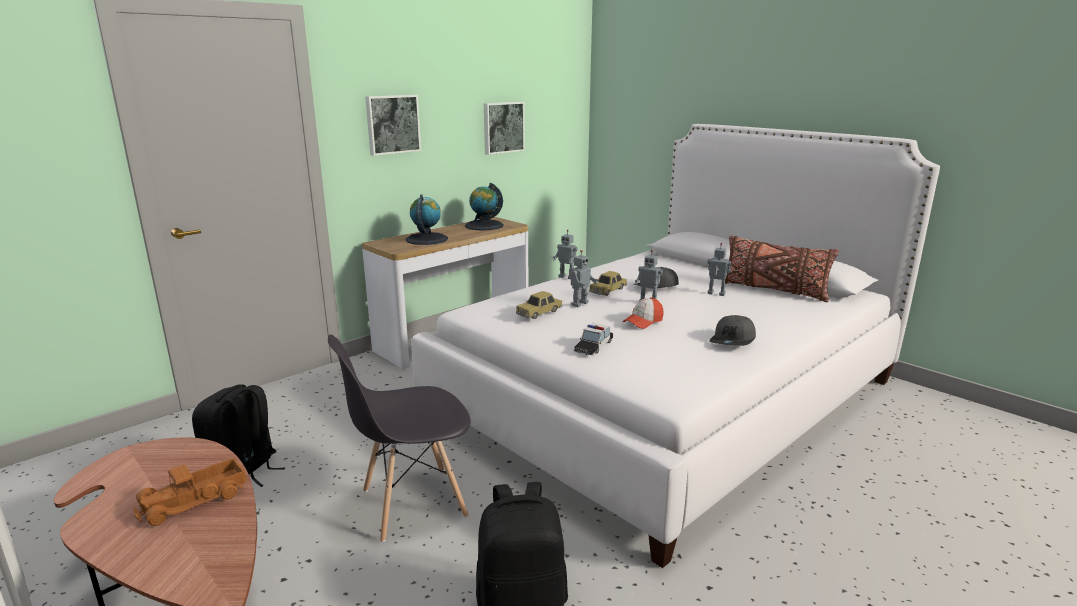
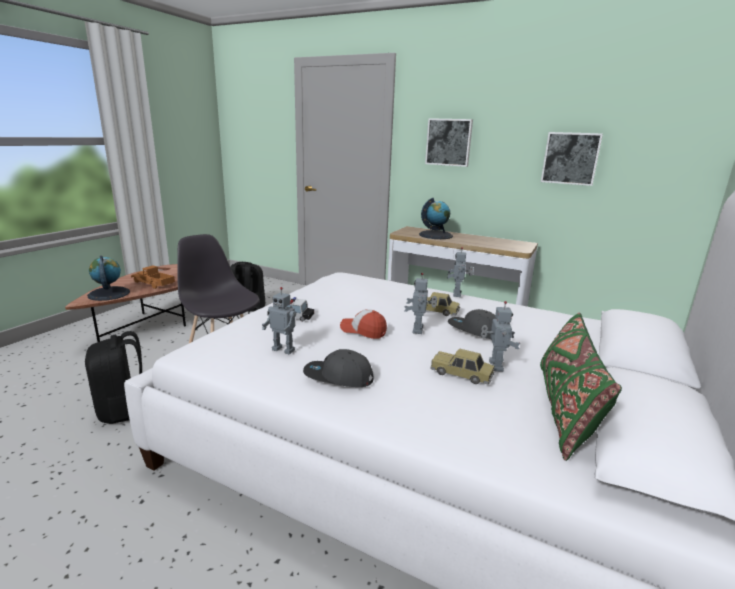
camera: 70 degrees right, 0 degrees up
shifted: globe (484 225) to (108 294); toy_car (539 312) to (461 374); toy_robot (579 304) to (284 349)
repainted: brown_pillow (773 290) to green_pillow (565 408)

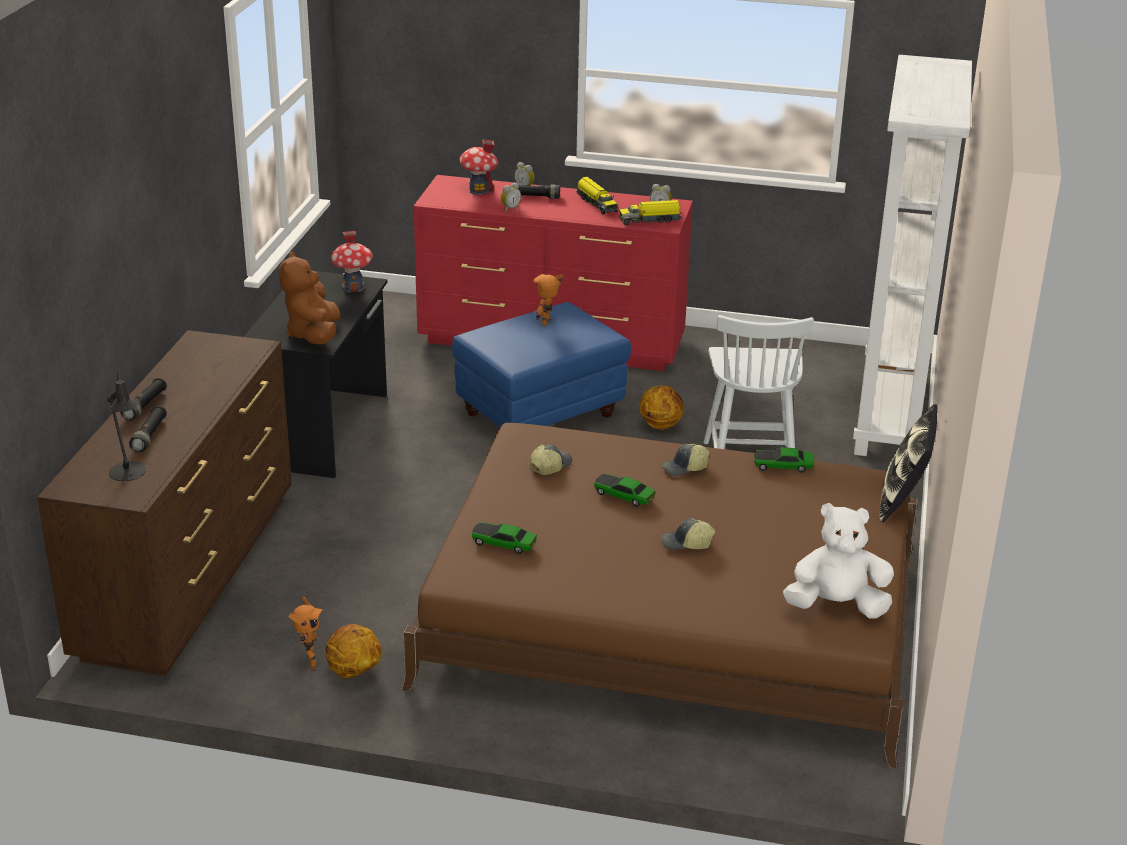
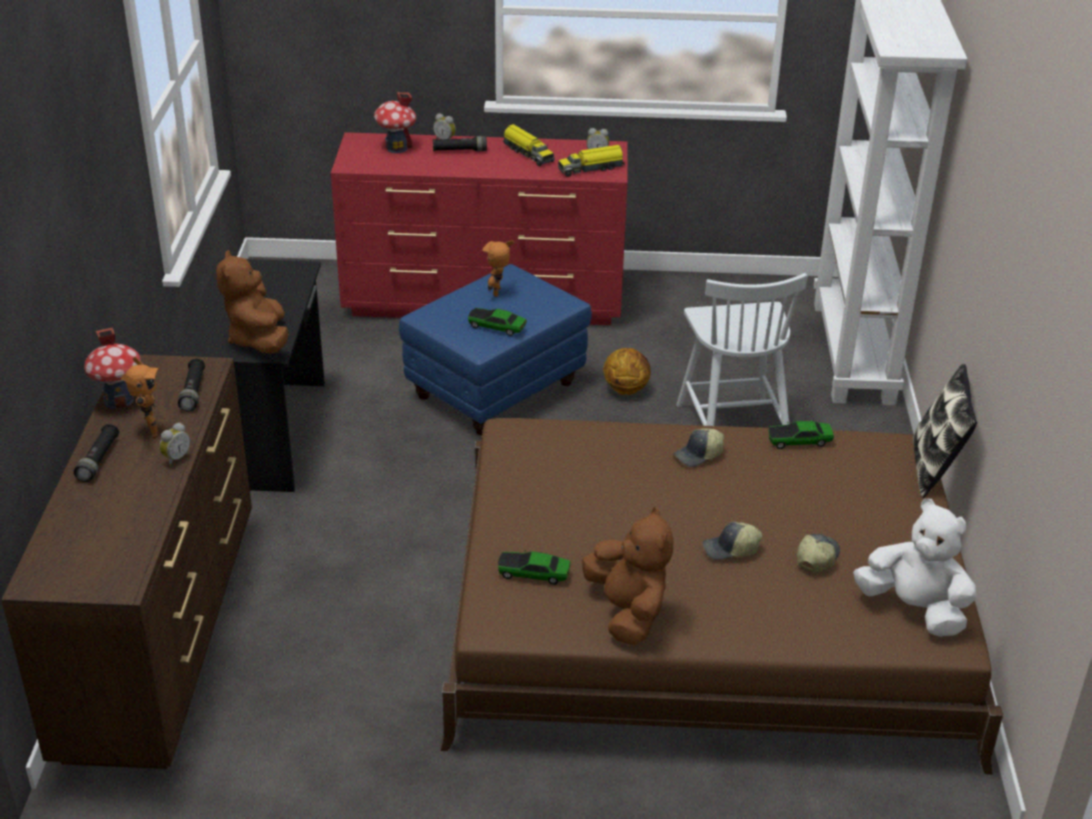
camera: 10 degrees left, 5 degrees up
gone: black_table_lamp (129 474); basketball (353 672)
new: brown_plush_toy (628 612)
shifted: black_flashlight (149 436) to (193 392); toy_robot (308 664) to (149 432); toy_house (353 288) to (119 400); alarm_clock (509 208) to (175 458); cap (549 465) to (816 557); toy_car (624 496) to (496 327)
rotated: white_plush_toy (836 606) = (914 609) 45 degrees clockwise

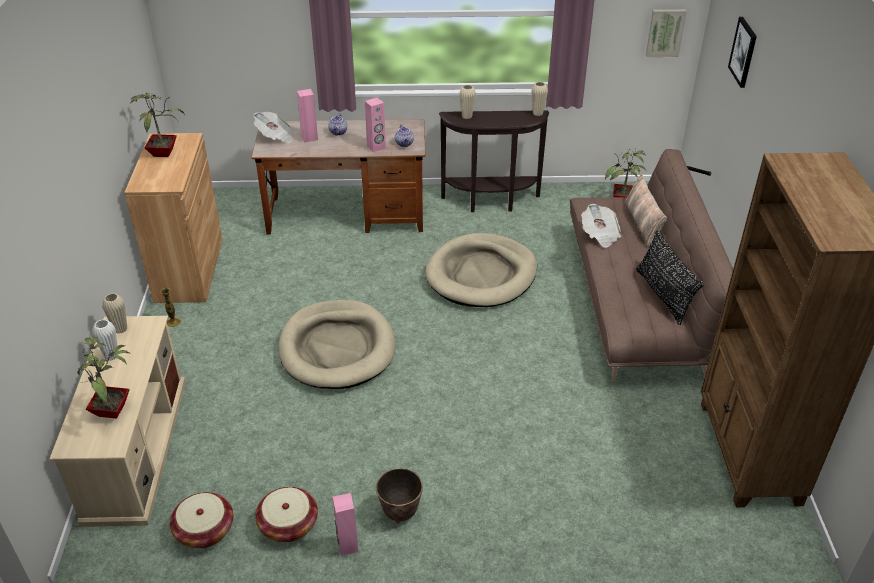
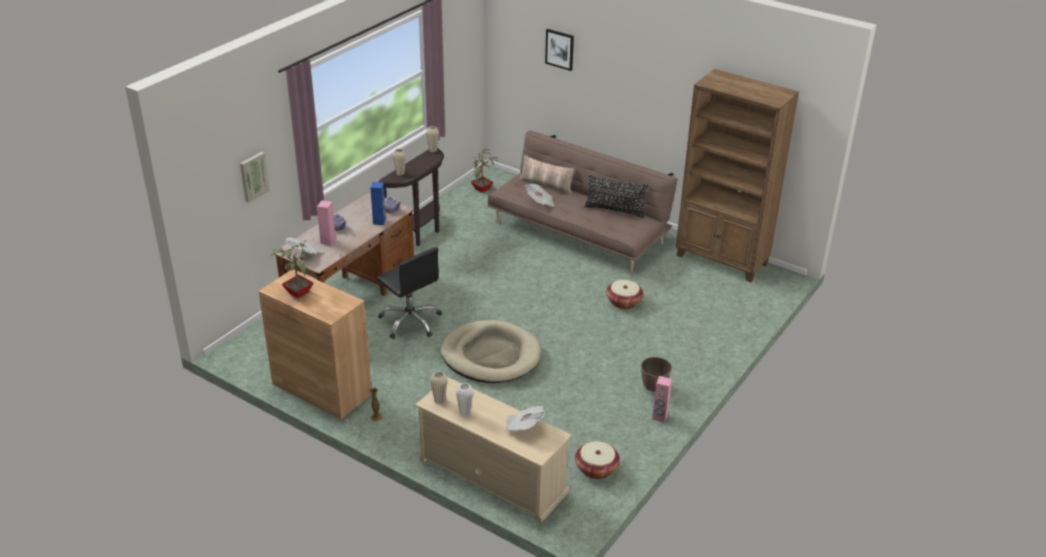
camera: 55 degrees left, 5 degrees down
gone: beige_dog_bed (481 274)
new: black_office_chair (410 321)
shifted: basket (288 525) to (623 302); picture (665 32) to (253 176)
swapped: potted_plant (113 411) to newspaper (523 427)
repainted: pink_speaker (376 147) to blue_speaker (379 221)

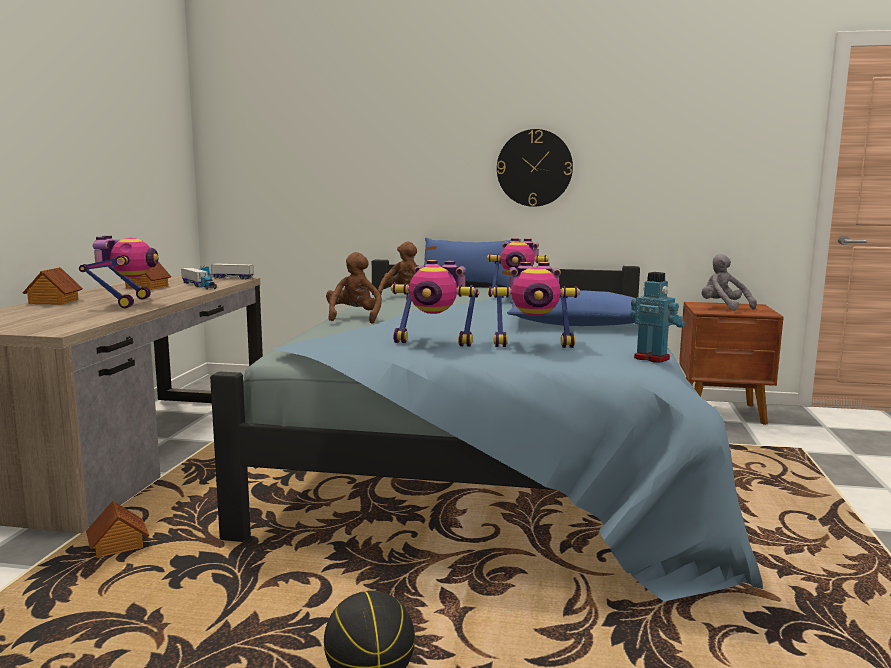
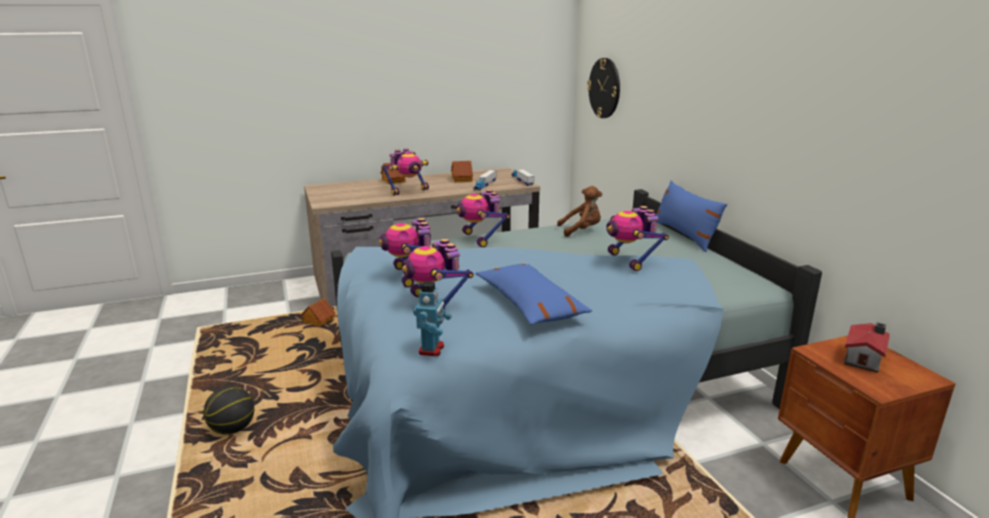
camera: 60 degrees right, 10 degrees up
shifted: wall_clock (534 168) to (604 88)
swapped: brown_plush_toy (354 318) to toy_robot (480 239); grey_plush_toy (723 307) to toy_house (864 359)

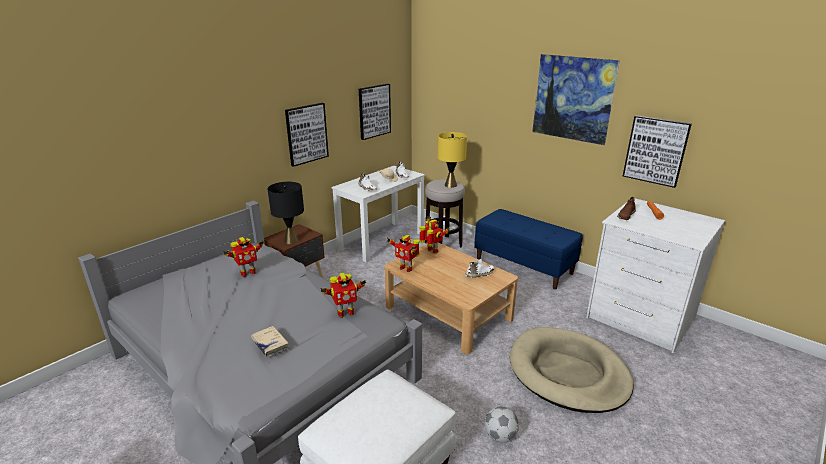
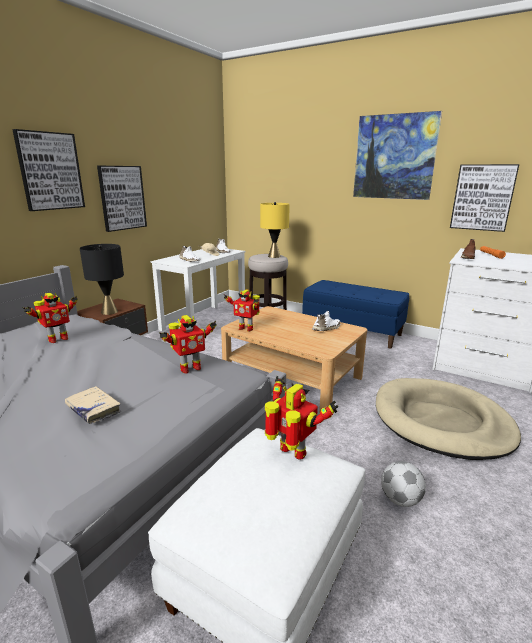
camera: 10 degrees left, 5 degrees down
shifted: picture (374 111) to (50 171); toy_robot (432 251) to (292 453)

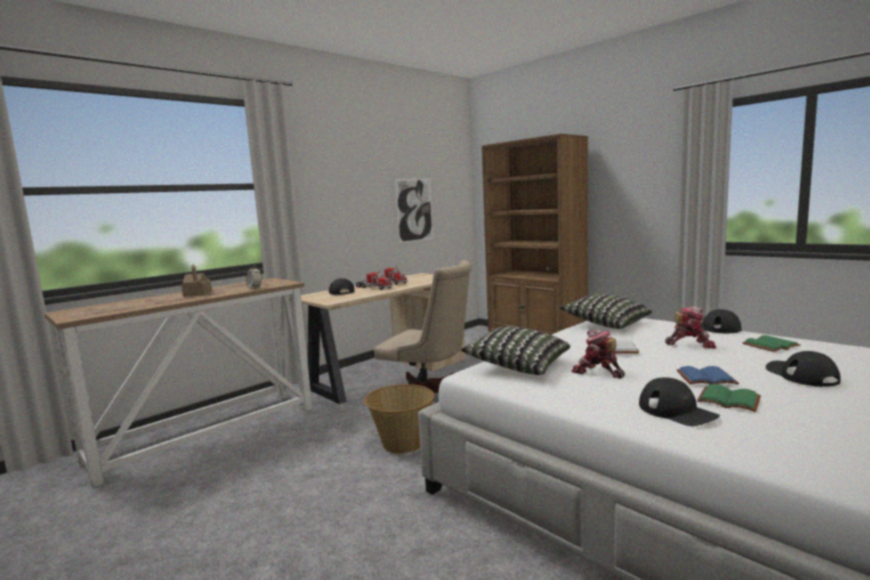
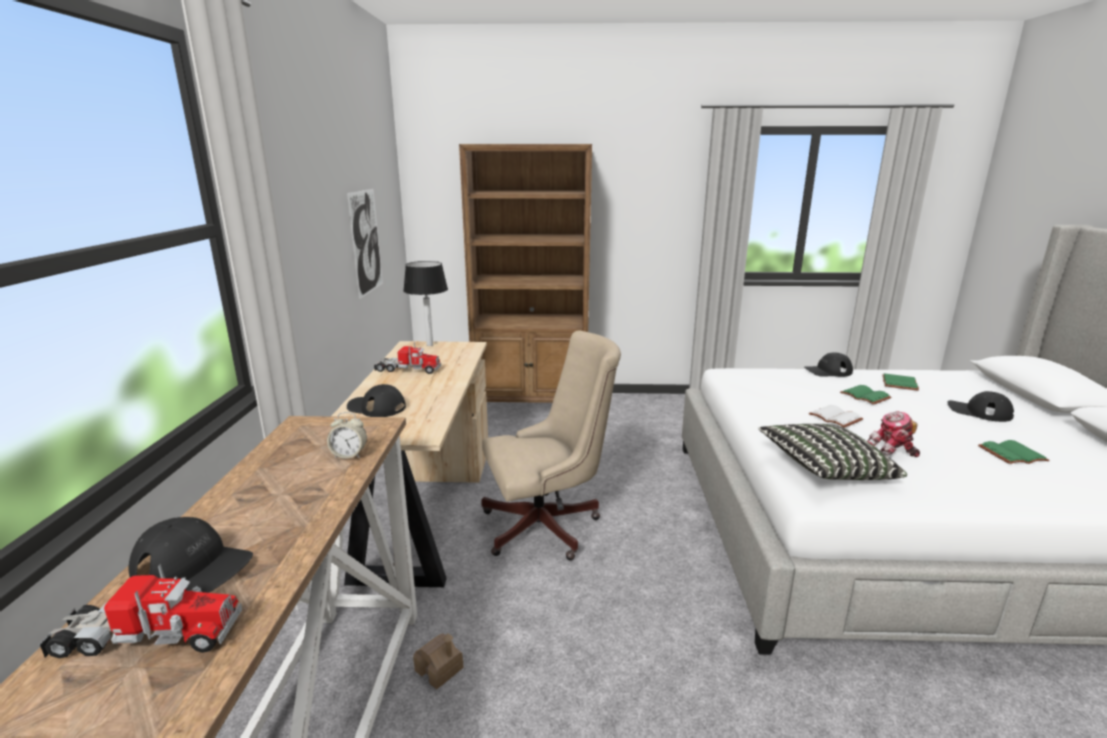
camera: 45 degrees left, 10 degrees up
gone: basket (402 443); pillow (606 324); blue_book (706 379)
new: table_lamp (429 345)
shifted: toy_house (197 294) to (439 669); toy_truck (373 288) to (147 637); black_cap (677 411) to (193 567)
swapped: toy_robot (690 344) to green_book (863 396)

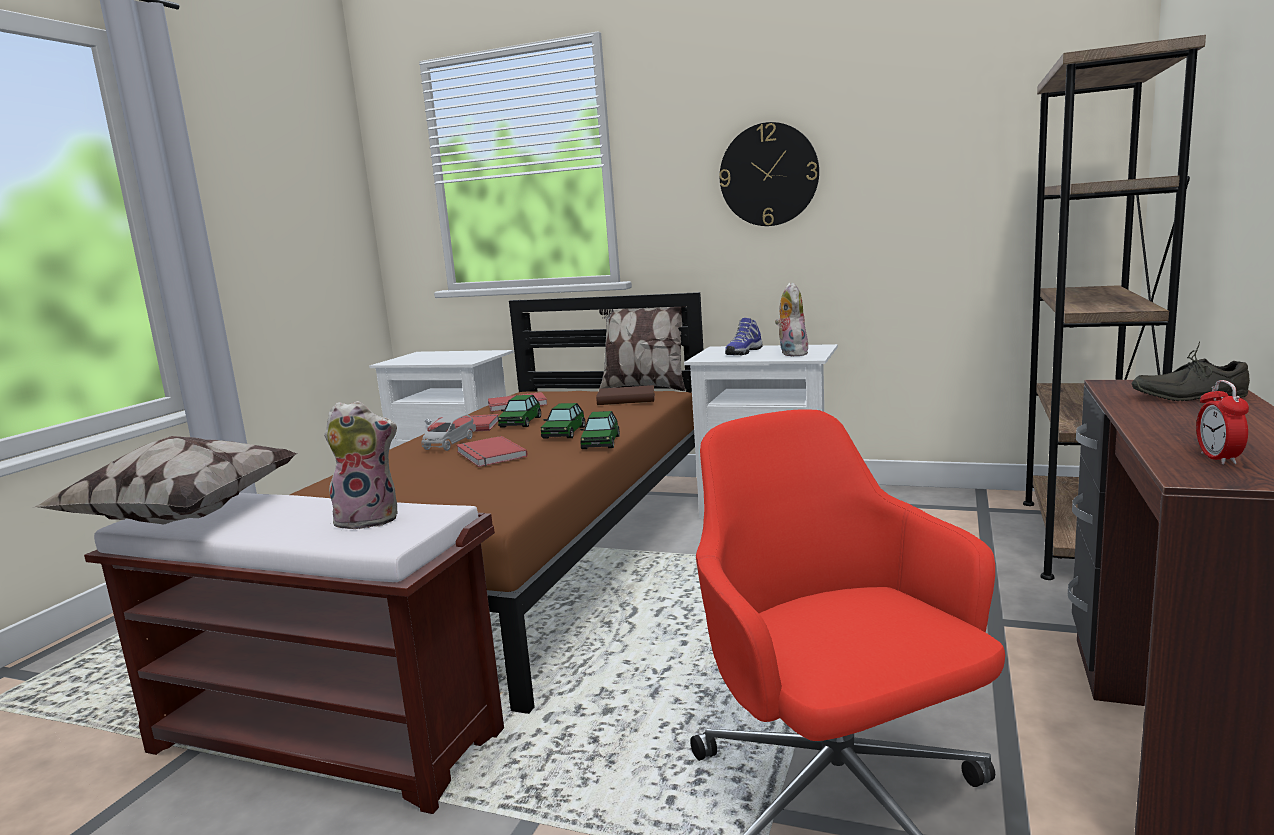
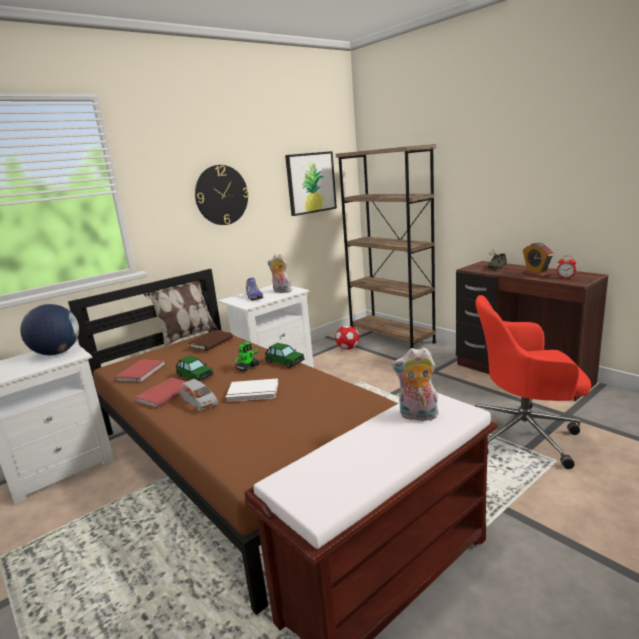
camera: 60 degrees left, 5 degrees up
gone: pillow (184 515)
new: globe (56 353); picture (311 183); football (348 348); alarm_clock (536 274)
swapped: toy_car (564 433) to toy_robot (248 367)
repainted: red_book (489 455) to white_book (253 393)
rotated: plush_toy (370 519) = (417 416) 105 degrees counterclockwise

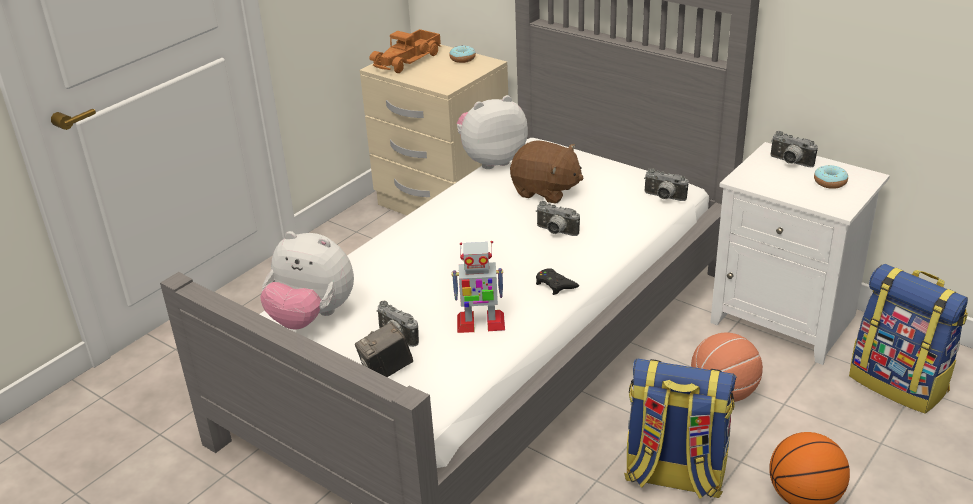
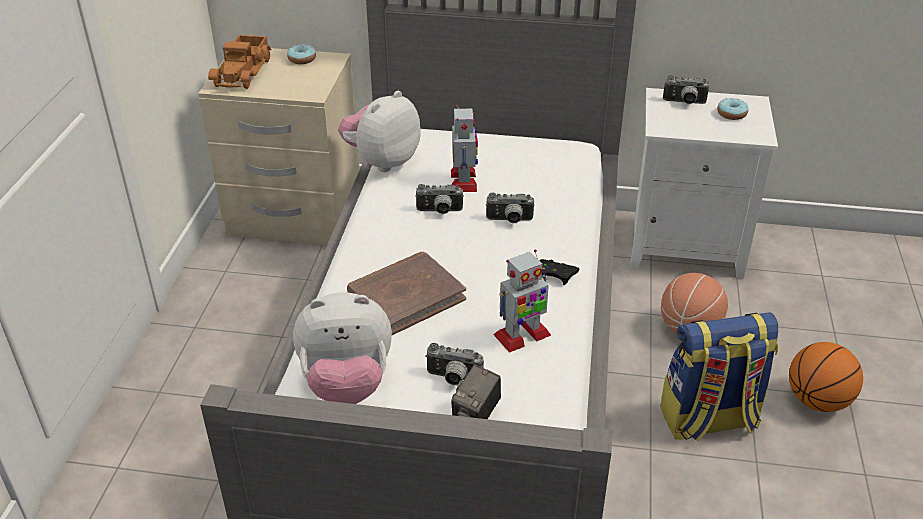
camera: 30 degrees left, 5 degrees up
gone: backpack (899 383)
new: brown_book (406 296)
shifted: photo_camera (663 198) to (439 212)
swapped: brown_plush_toy (545 191) to toy_robot (464 181)

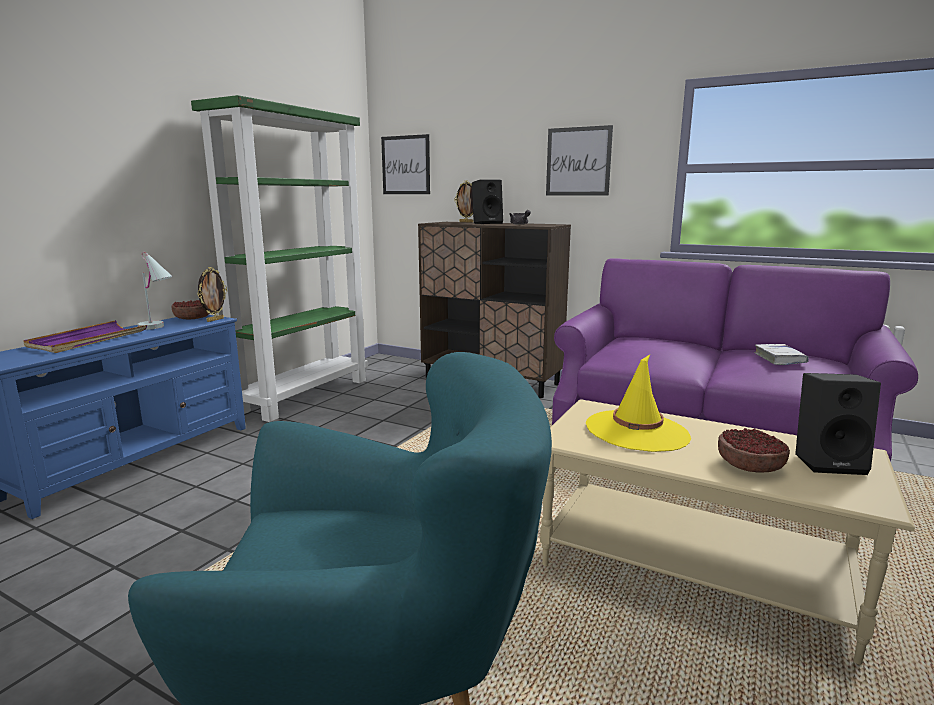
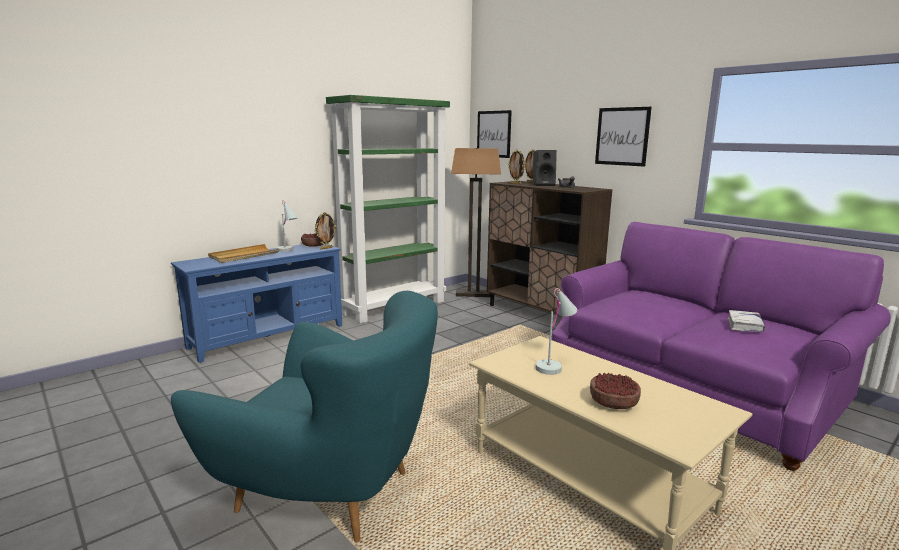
camera: 20 degrees right, 0 degrees up
gone: black_speaker (829 462)
new: floor_lamp (473 294); picture_frame (516 183)
swapped: yellow_hat (637 431) to white_table_lamp (555 365)
repainted: purple_tray (88 340) to beige_tray (244 256)

